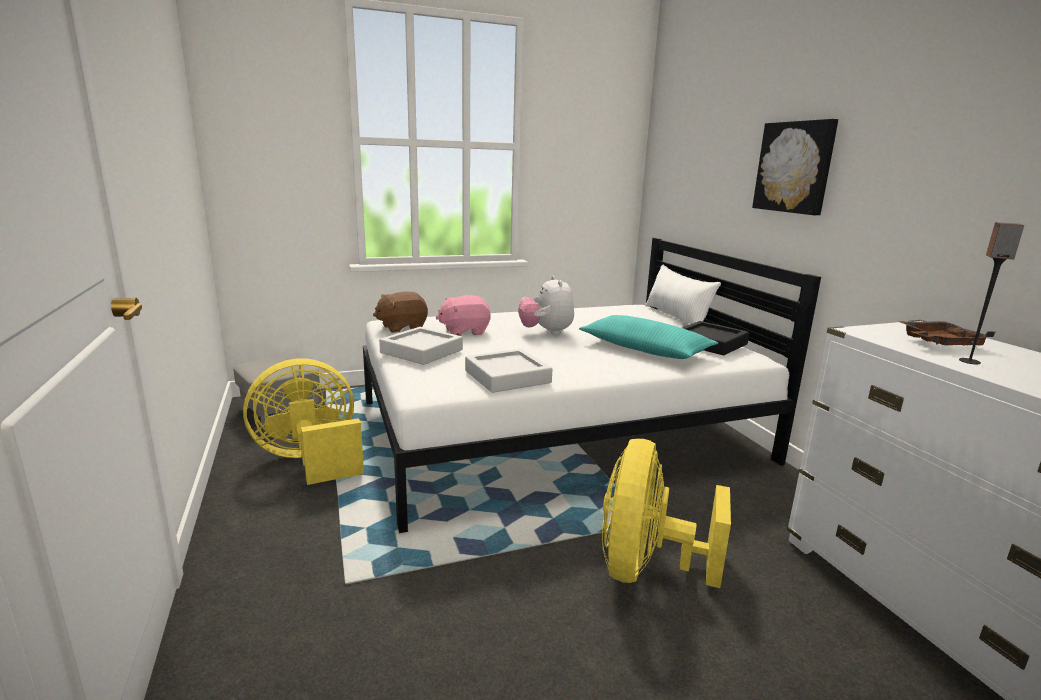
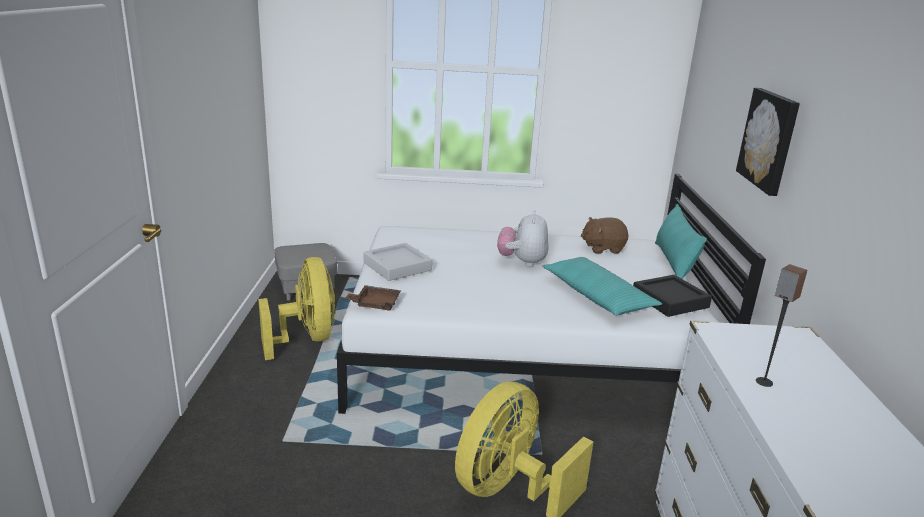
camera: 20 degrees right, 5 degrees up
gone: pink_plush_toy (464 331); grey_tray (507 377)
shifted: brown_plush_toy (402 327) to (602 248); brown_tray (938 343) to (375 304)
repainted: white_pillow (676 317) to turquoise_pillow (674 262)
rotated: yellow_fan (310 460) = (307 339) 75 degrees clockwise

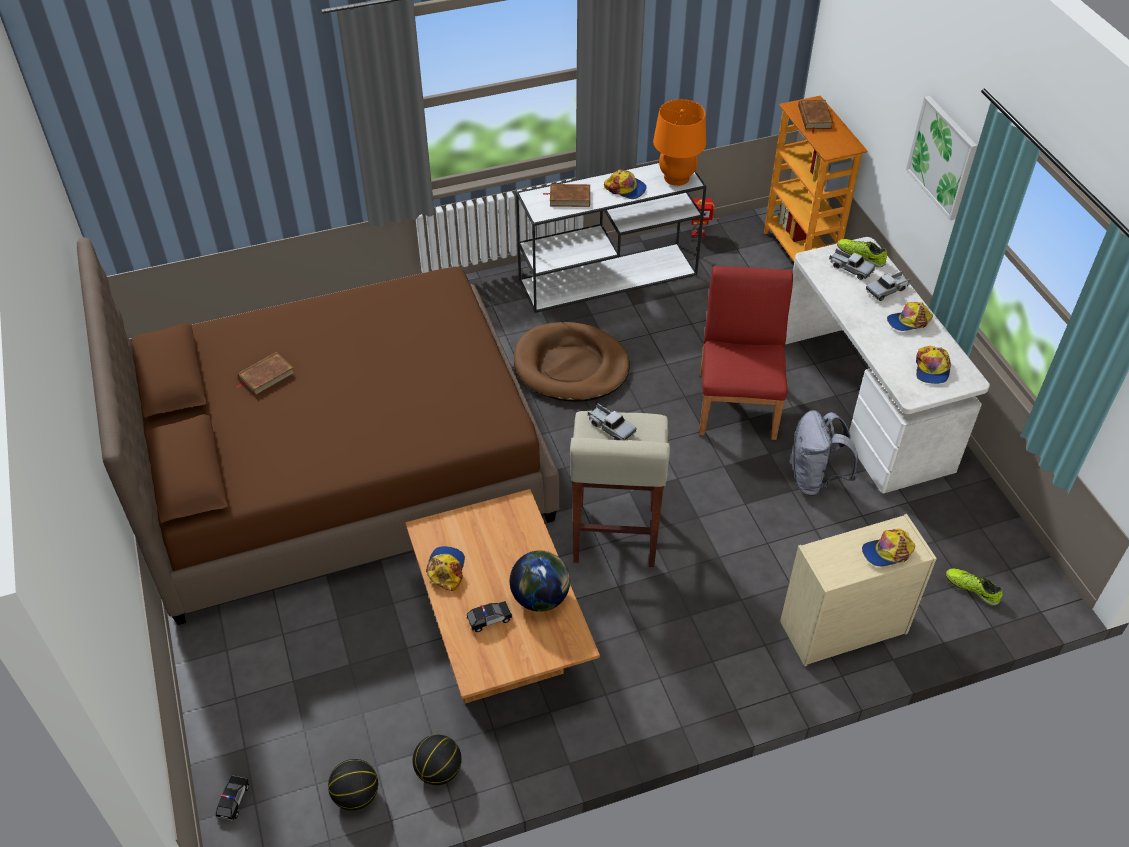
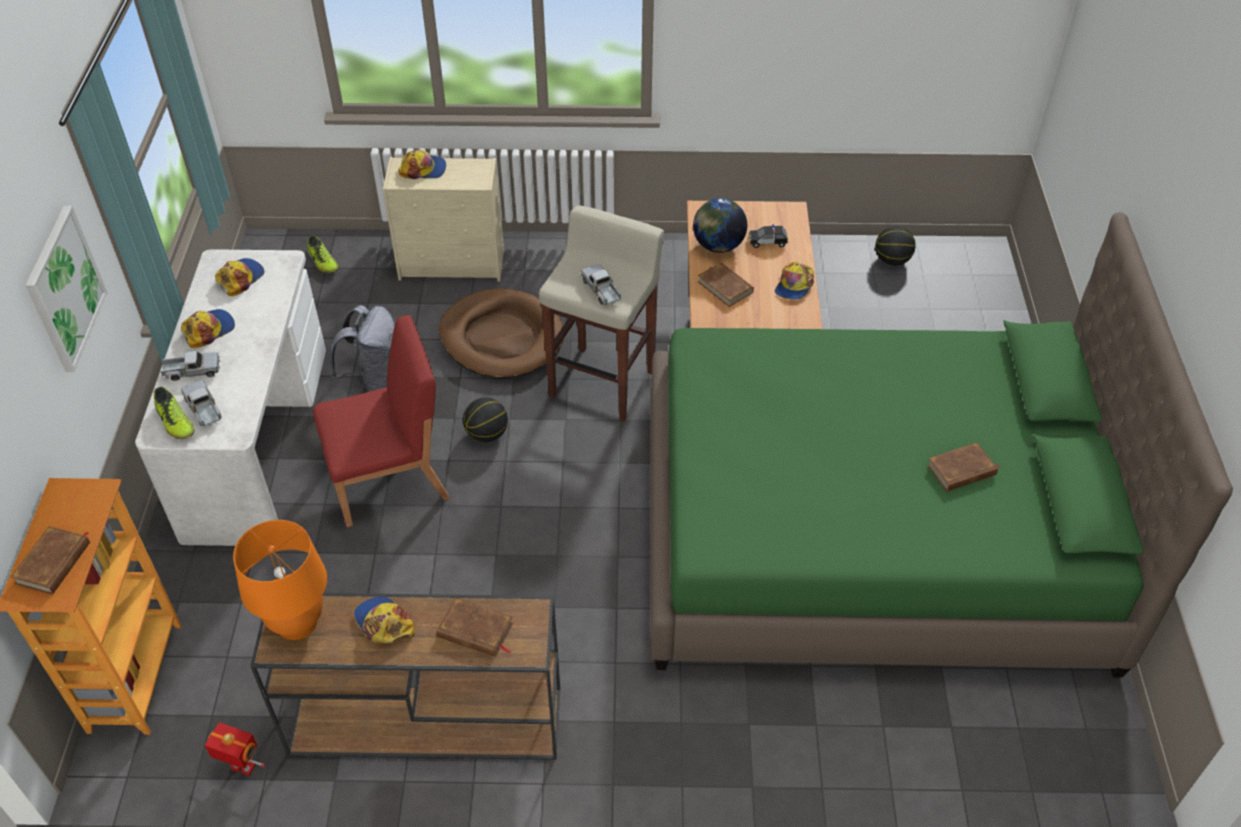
camera: 160 degrees left, 0 degrees up
gone: toy_car (233 801)
new: brown_book (725 287)
shifted: basketball (438 770) to (487 434); brown_dog_bed (571 366) to (502 338)
repainted: brown_bed (341 466) to green_bed (870 534); white_console_table (609 276) to brown_console_table (423 722)
rotated: red_chair (738 404) = (390 479) 135 degrees counterclockwise; cap (909 321) = (208 330) 45 degrees counterclockwise

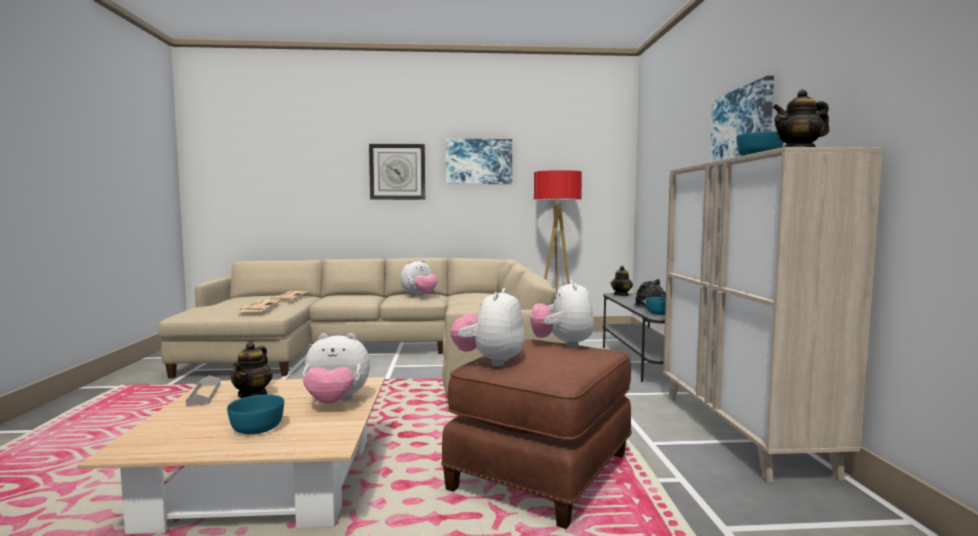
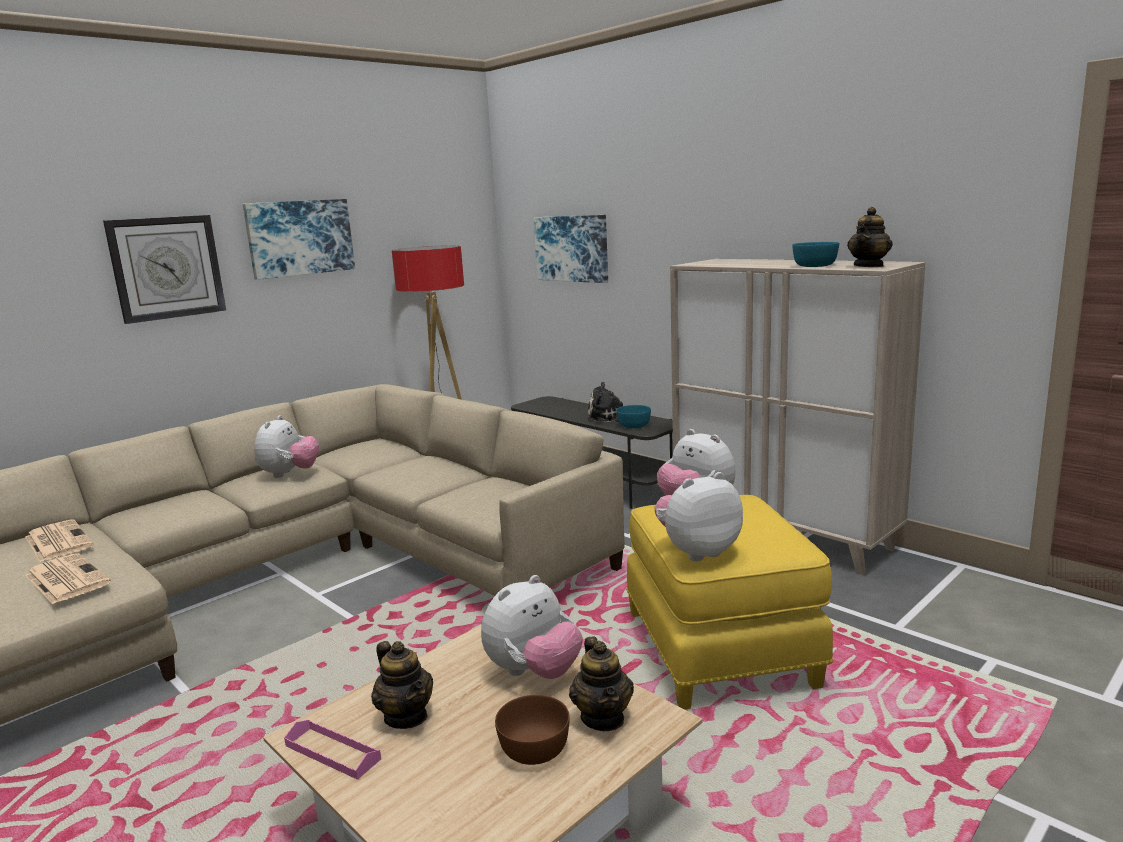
camera: 40 degrees left, 10 degrees up
shifted: teapot (621 295) to (603 718); picture (742 124) to (572 248)
repainted: grey_tray (204 394) to pink_tray (332 752); turquoise_bowl (257 428) to brown_bowl (535 748); brown_ottoman (544 473) to yellow_ottoman (721 647)
rotated: plush_toy (490 361) = (697 552) 90 degrees clockwise

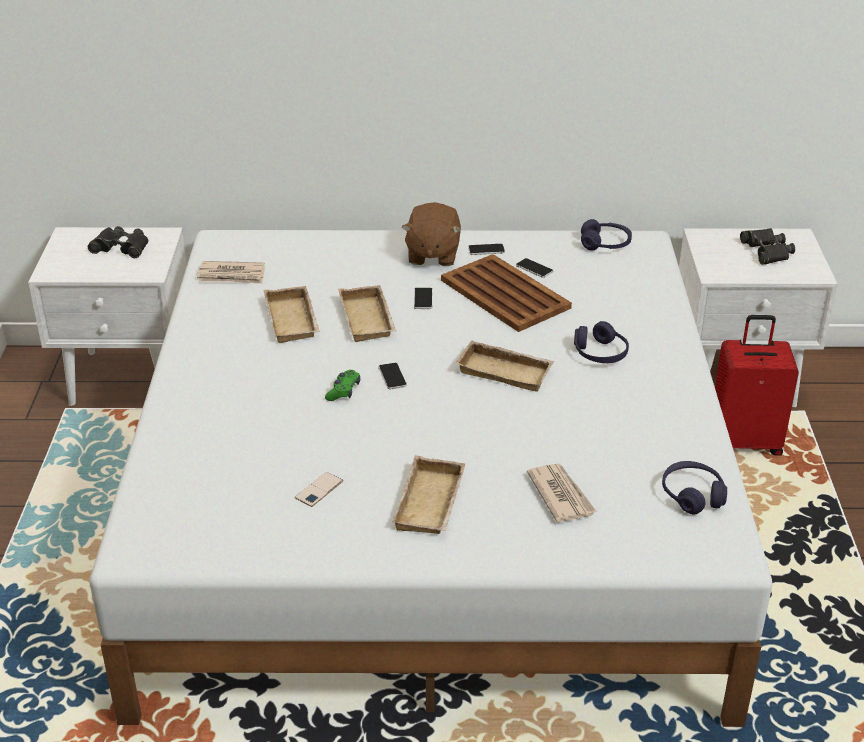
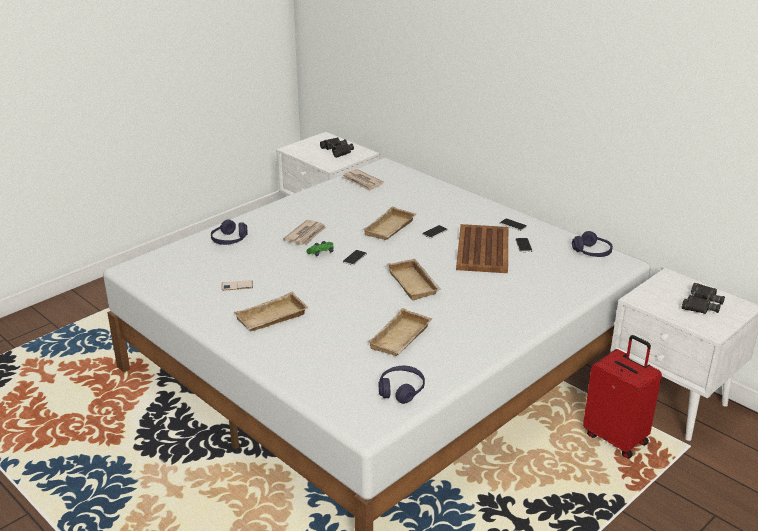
camera: 45 degrees right, 5 degrees down
gone: brown_plush_toy (432 255)
shifted: beige_tray (294 320) to (401 339); newspaper (561 495) to (306 235); purple_headphones (600 353) to (229 240)

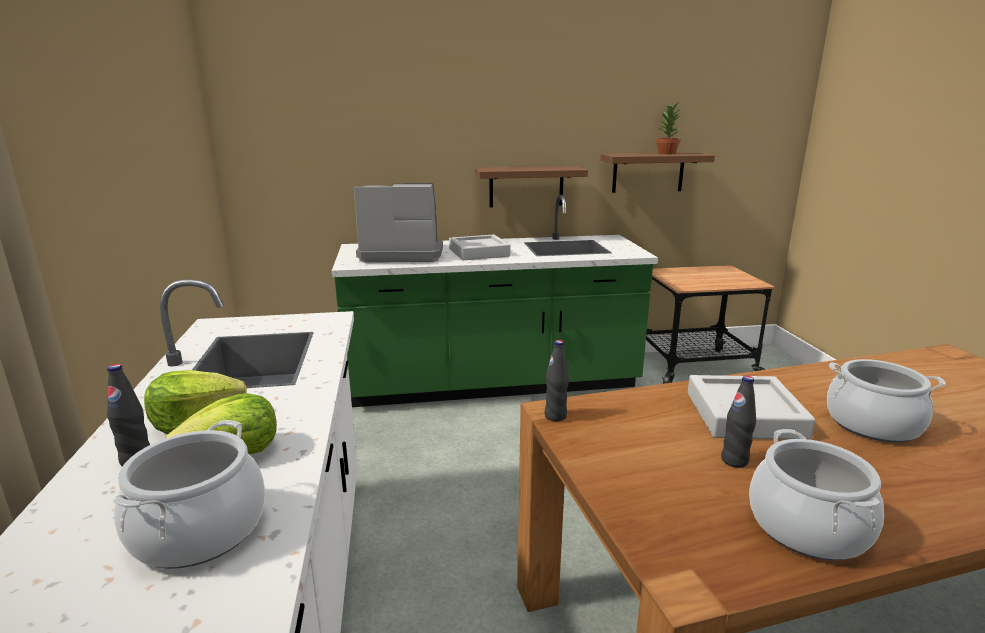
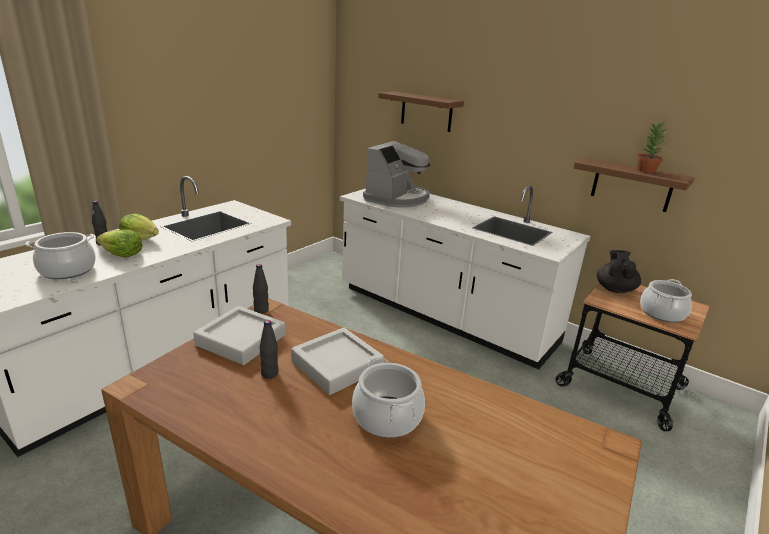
camera: 45 degrees right, 5 degrees up
new: black_teapot (614 289)
shifted: grey_tray (479 252) to (241 340); brown_shelf (526 186) to (426 111); cooking_pot (808 527) to (662 313)
repainted: green_counter (492 384) to white_counter (444 315)
rotated: coffee_machine (401 254) = (397 198) 75 degrees clockwise

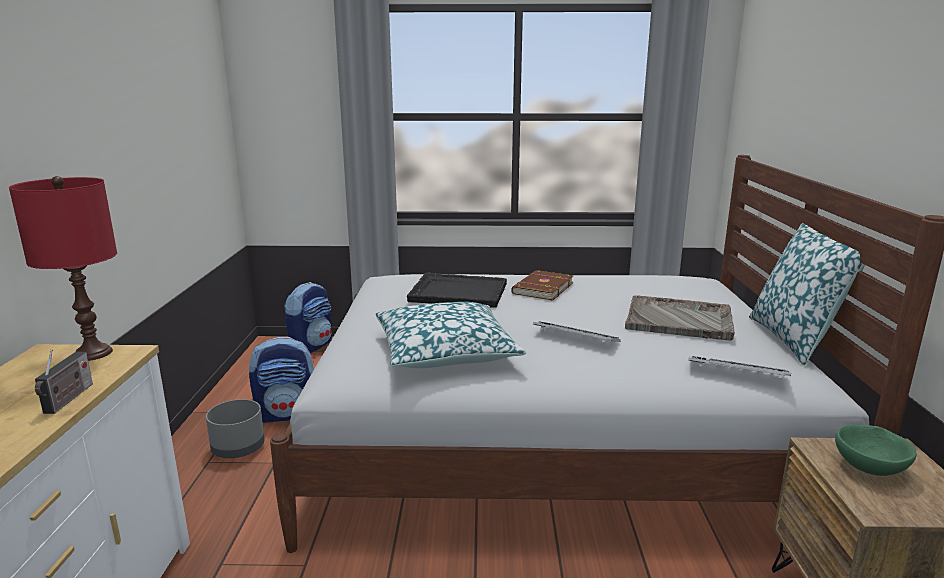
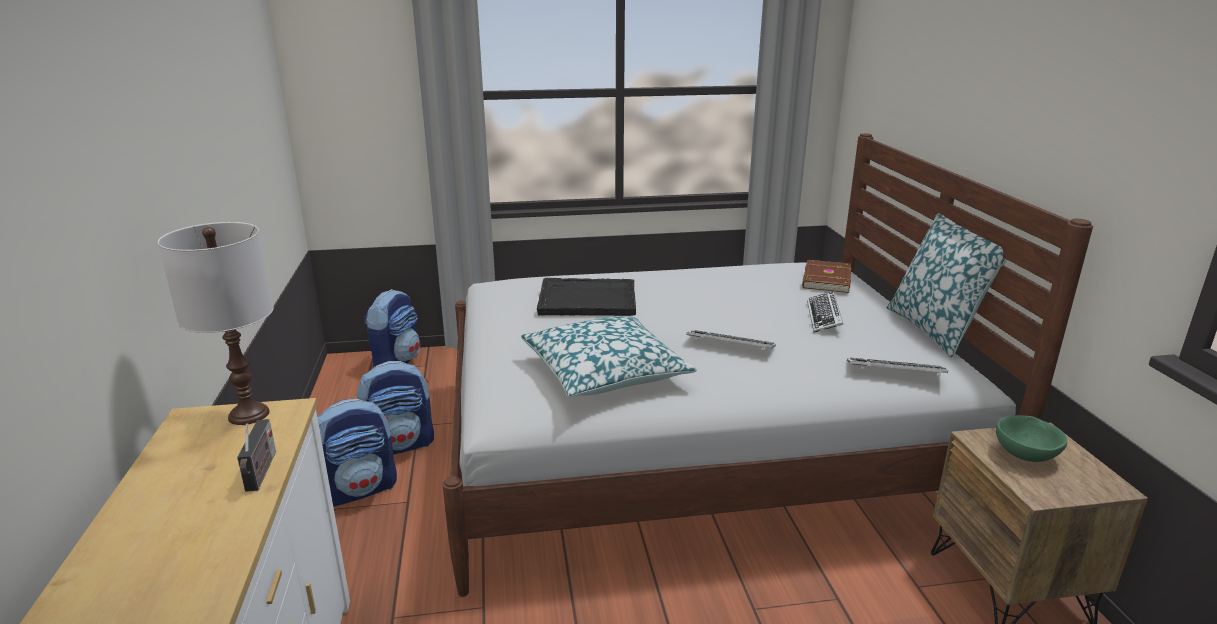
camera: 10 degrees left, 5 degrees up
shifted: brown_book (541 288) to (825 279)
swapped: grey_planter (239 448) to backpack (360 489); grey_tray (680 320) to keyboard (824 317)
repainted: red_table_lamp (93 353) to white_table_lamp (249 414)

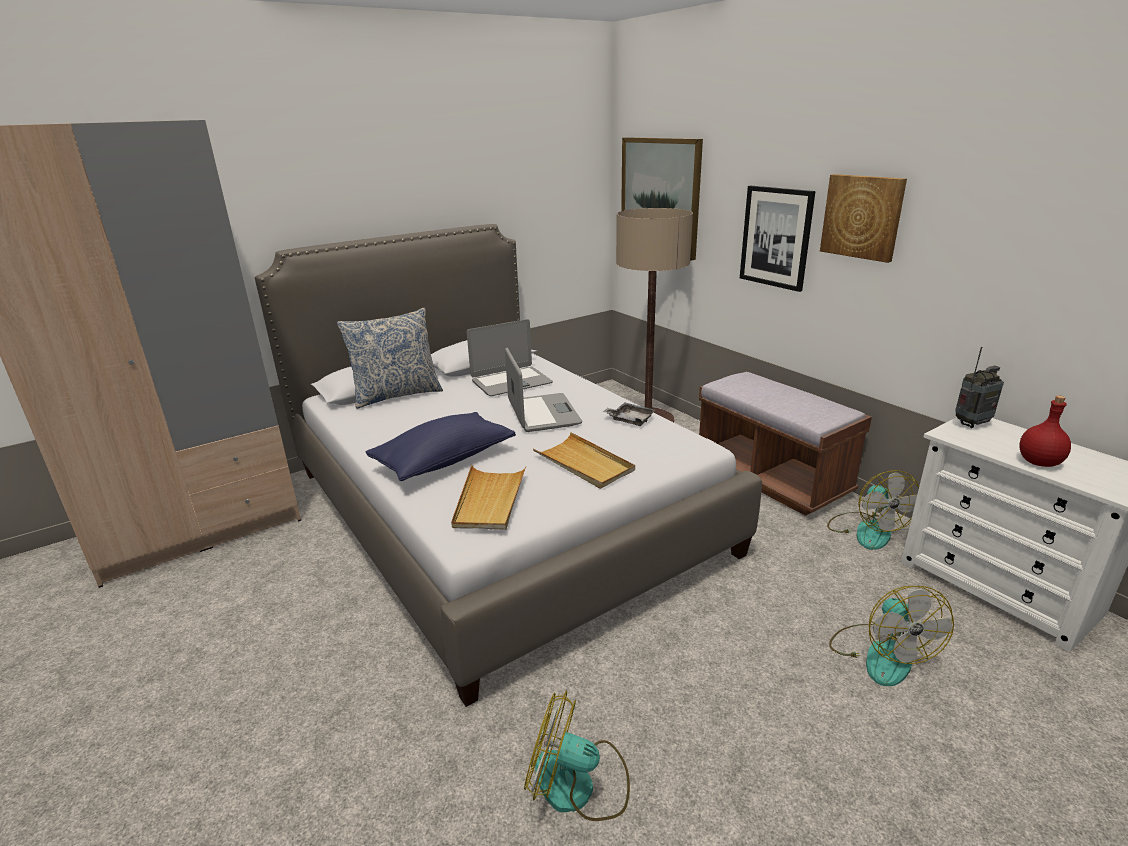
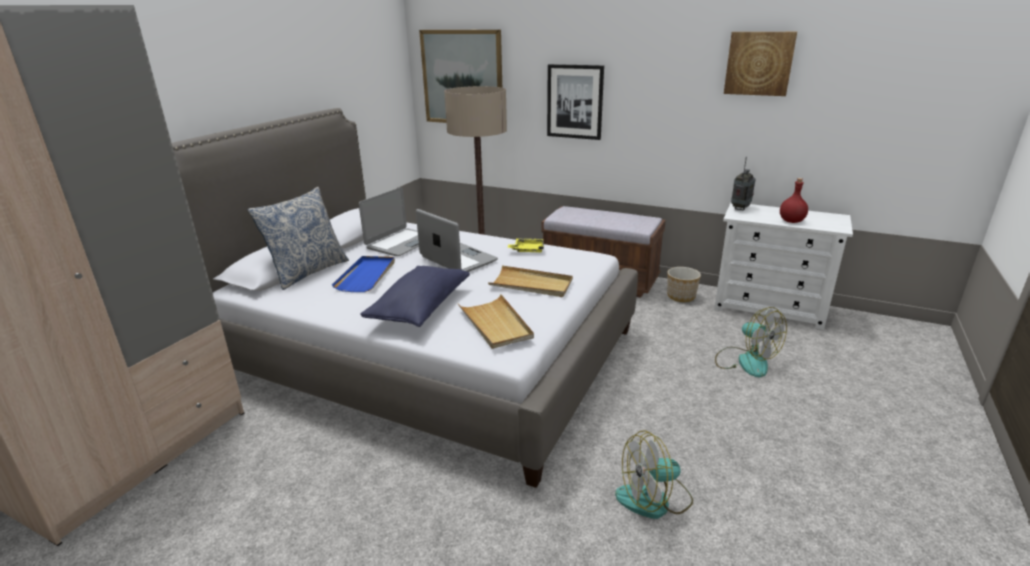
camera: 30 degrees left, 0 degrees up
new: blue_tray (367 276)
shifted: picture (862 217) to (759 63)
swapped: fan (866 530) to planter (681 296)
repainted: grey_tray (630 419) to yellow_tray (527 250)

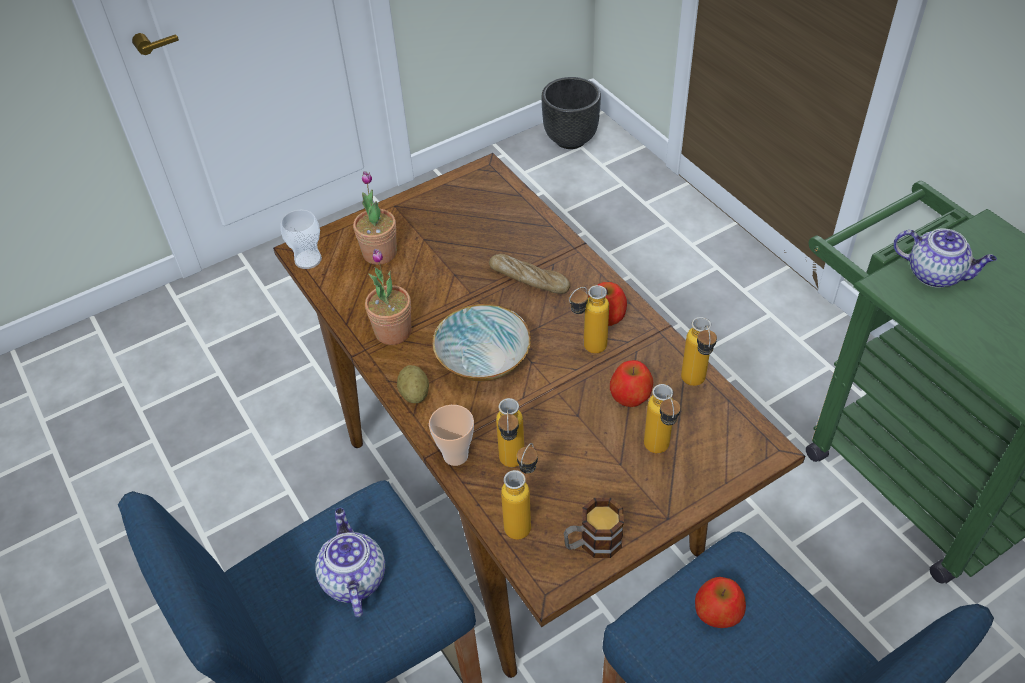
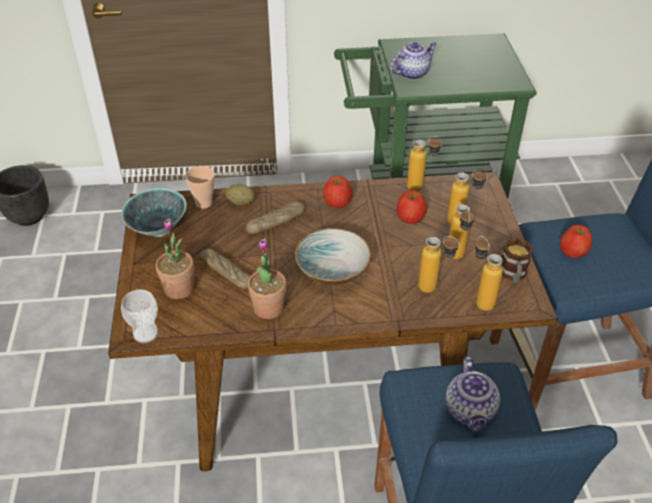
camera: 65 degrees left, 5 degrees down
new: bowl (158 229); bread (226 273)
shifted: potato (414 393) to (241 202); cup (455 455) to (204 203); bottle (587 350) to (457 259)
rotated: teapot (353 578) = (470 411) 105 degrees counterclockwise

